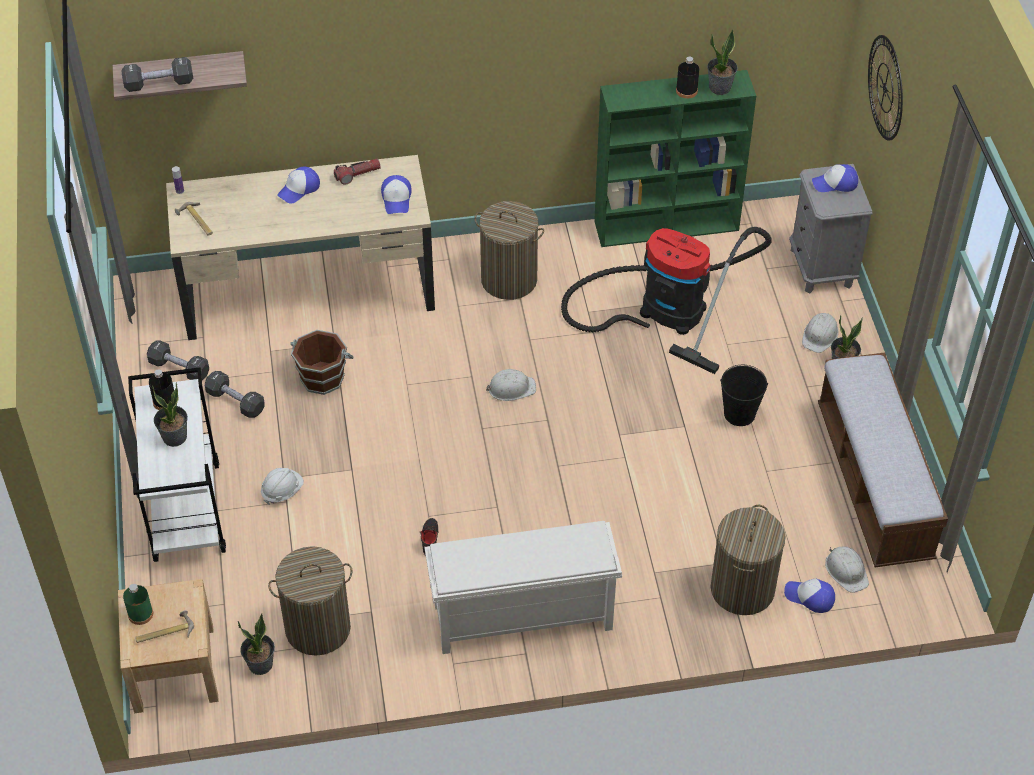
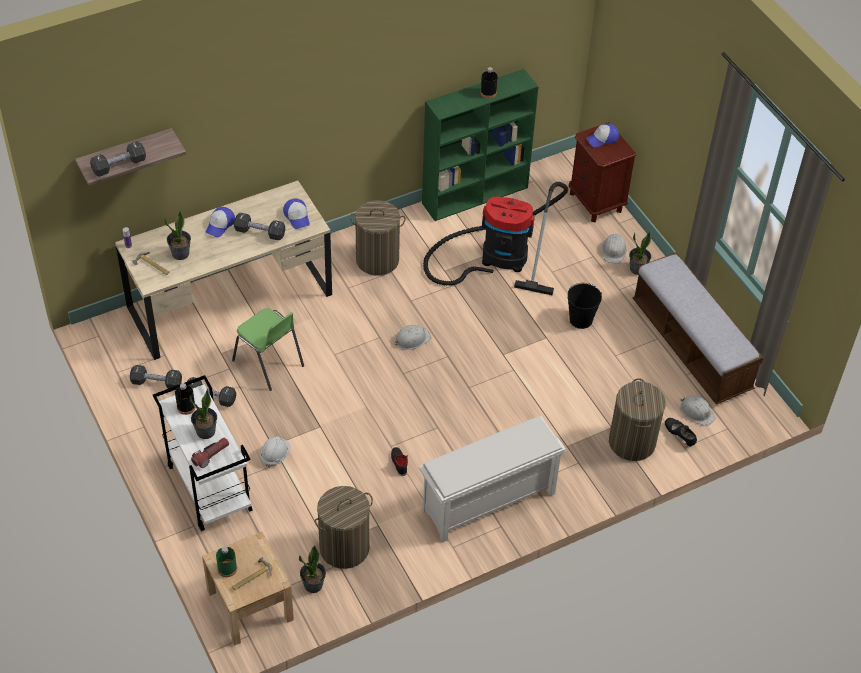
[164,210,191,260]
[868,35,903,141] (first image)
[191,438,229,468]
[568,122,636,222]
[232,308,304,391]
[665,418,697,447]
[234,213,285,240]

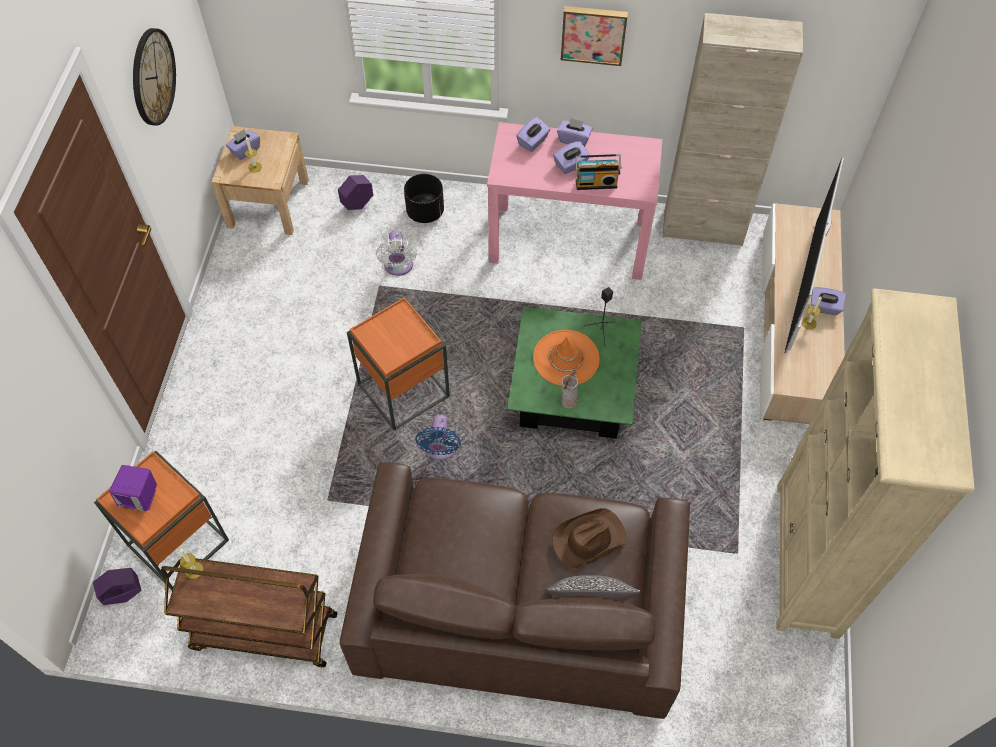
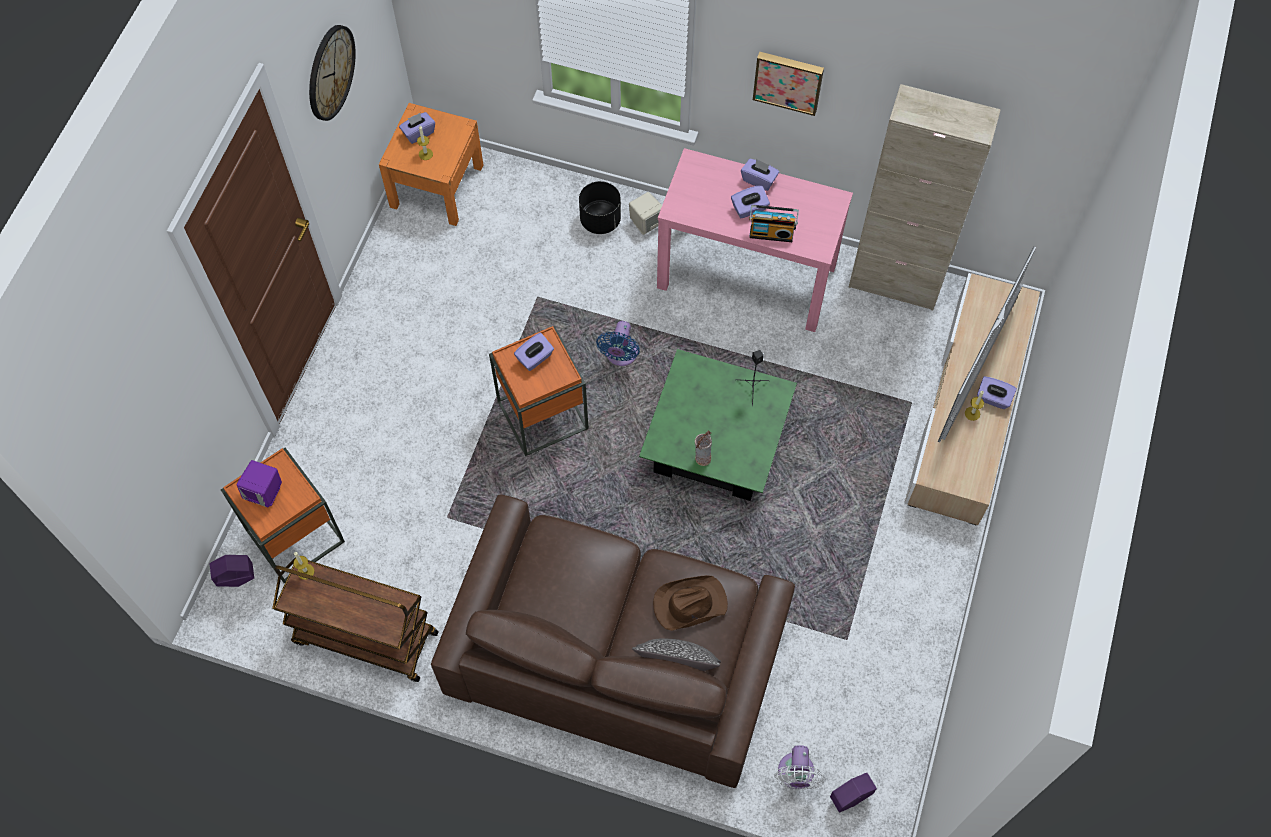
[514,333,554,371]
[379,103,483,226]
[830,773,877,813]
[774,745,826,789]
[776,288,975,639] (first image)
[533,330,600,386] (first image)
[596,321,640,366]
[629,192,662,235]

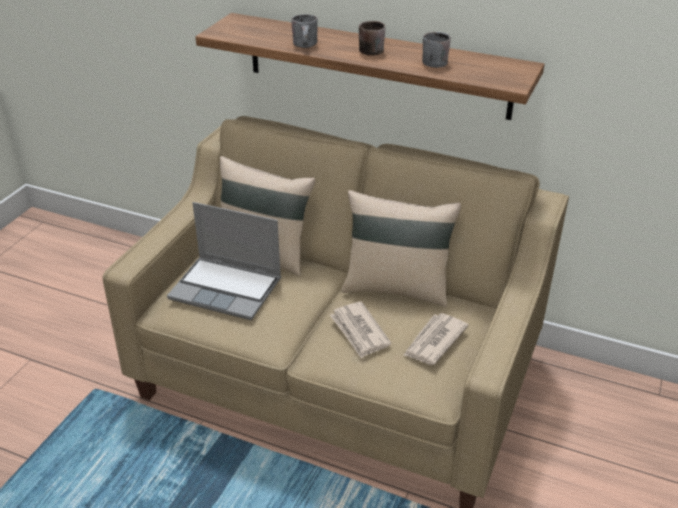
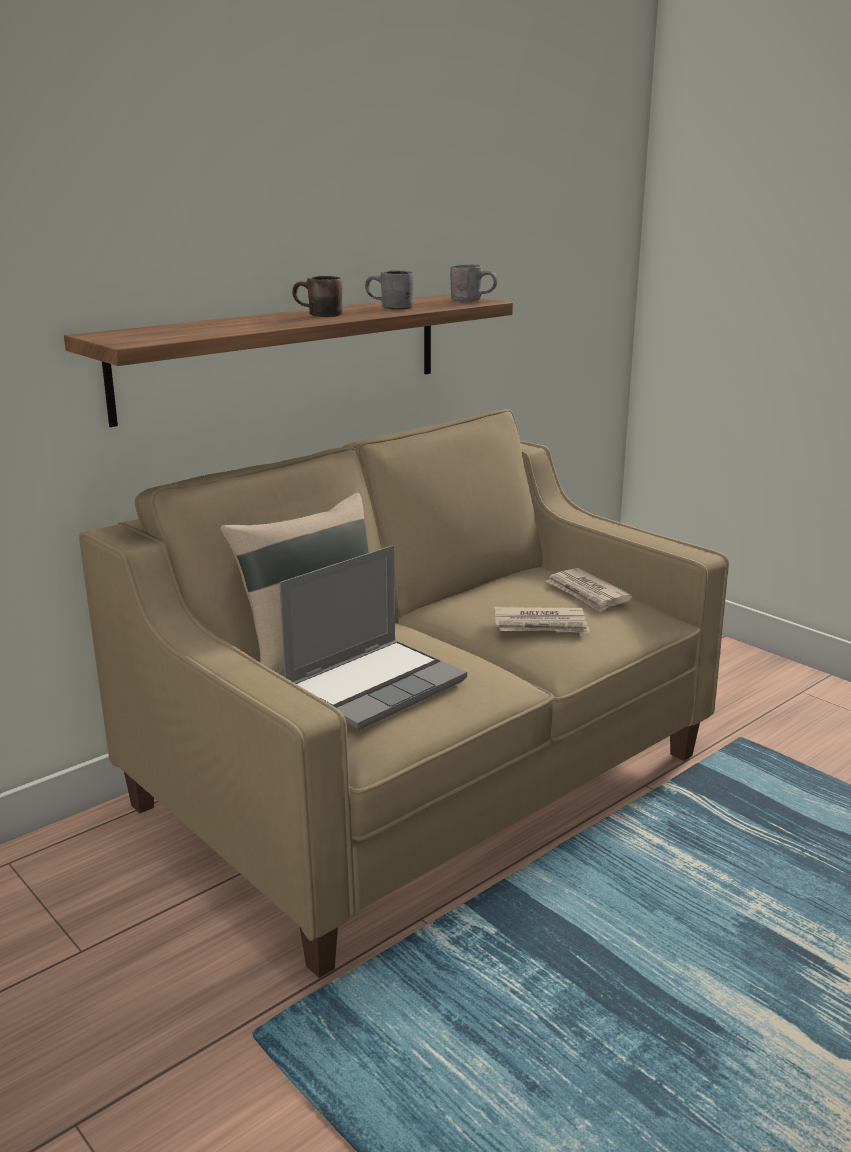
[450,265,498,301]
[341,190,461,307] (first image)

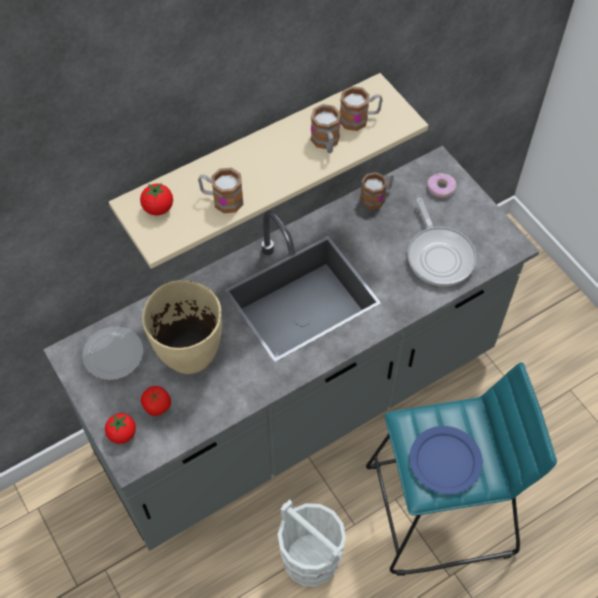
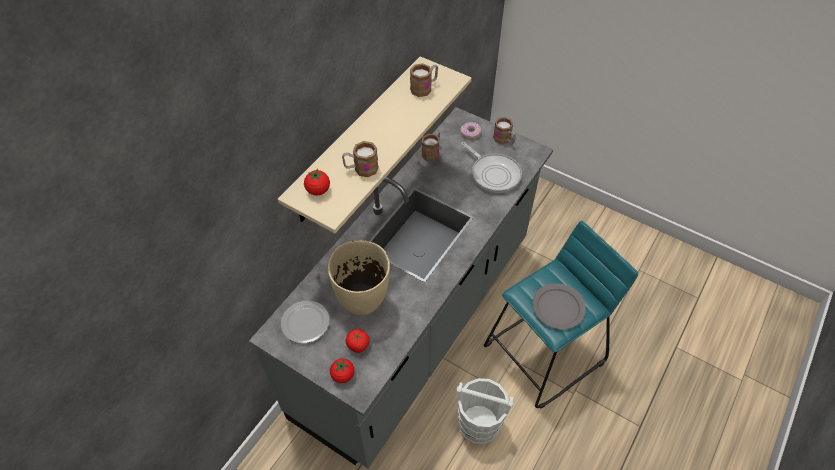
[493,117,516,145]
[532,283,586,329]

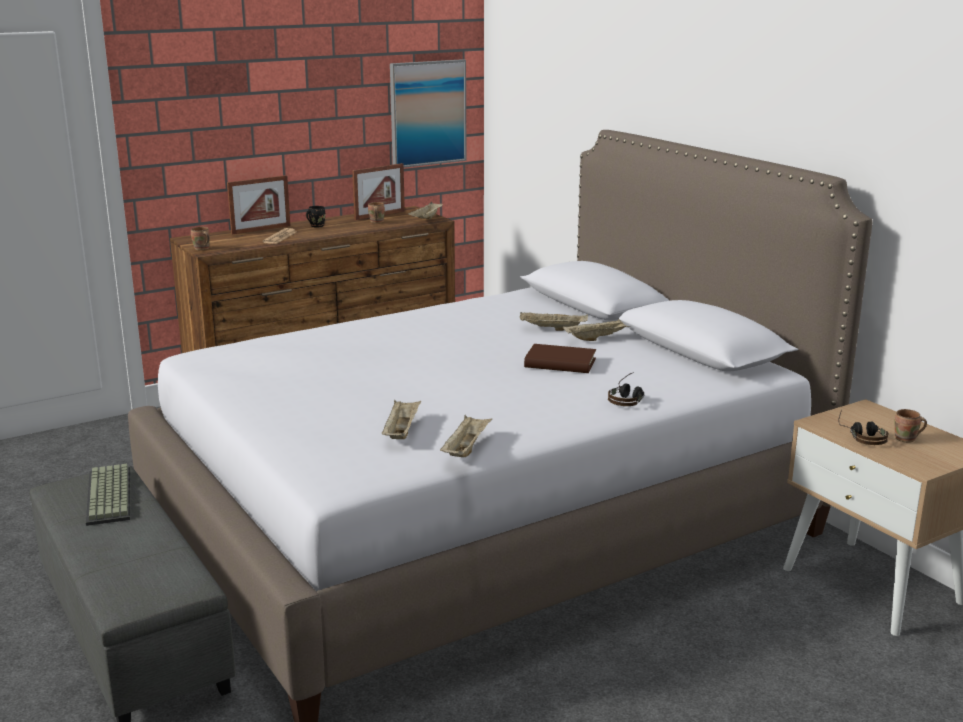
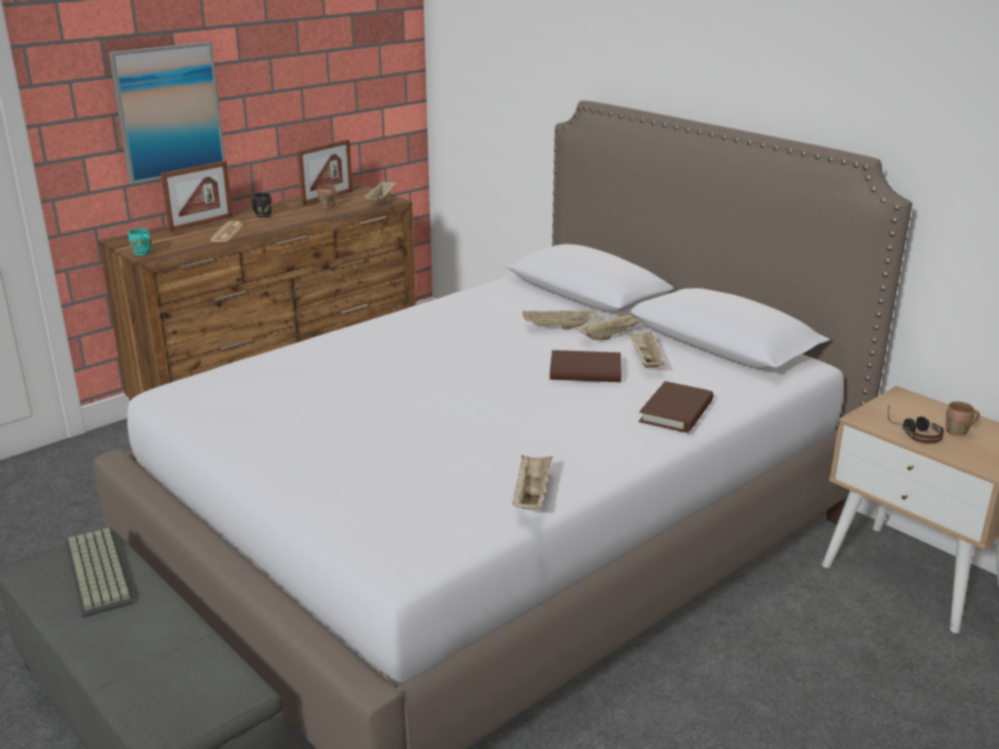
[109,42,225,184]
[128,228,152,256]
[639,381,713,433]
[629,331,665,368]

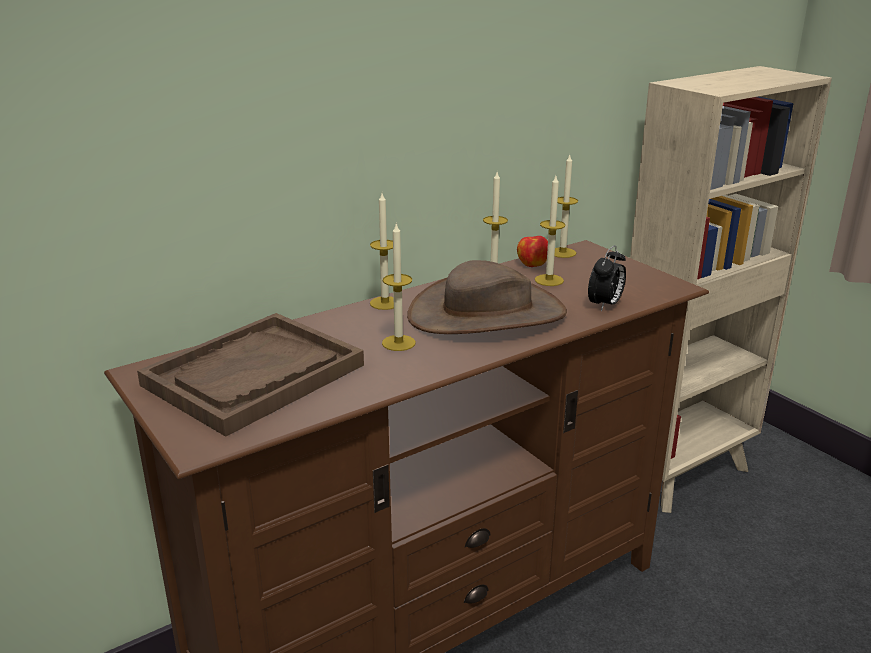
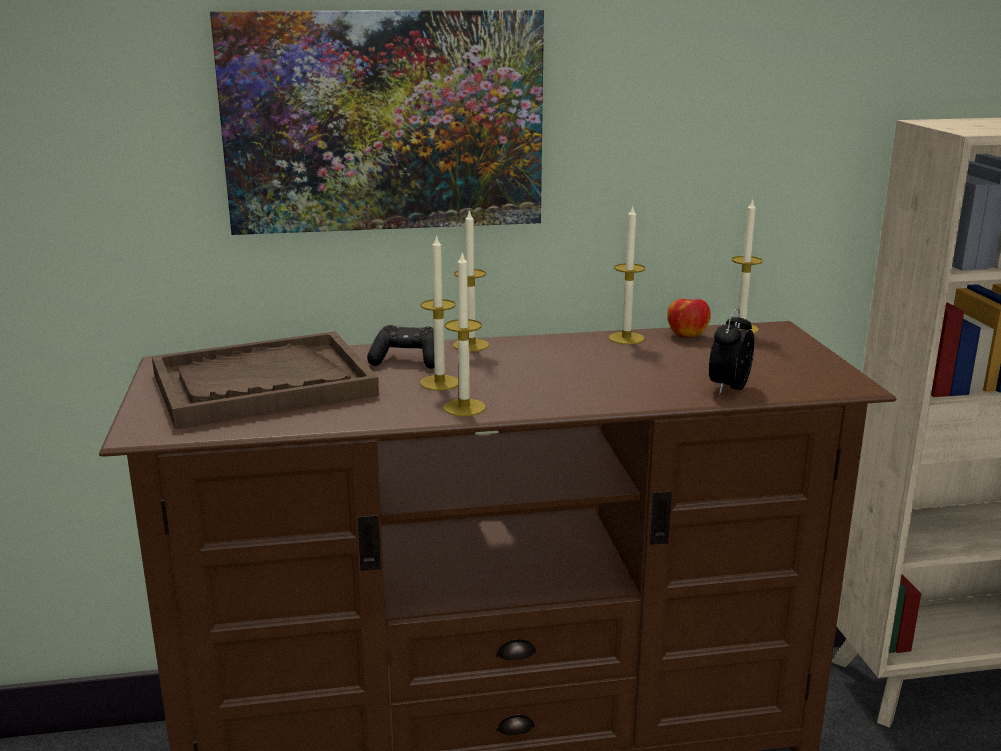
[443,251,486,416]
[709,308,754,395]
[407,260,567,334] (first image)
[210,10,544,235]
[367,325,434,368]

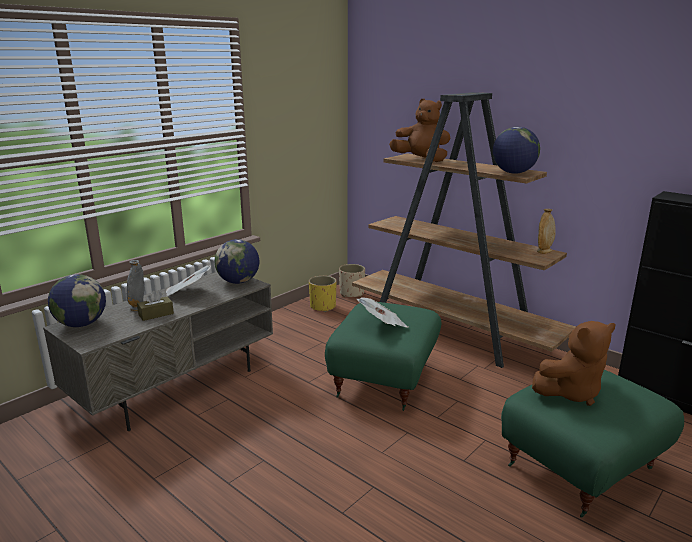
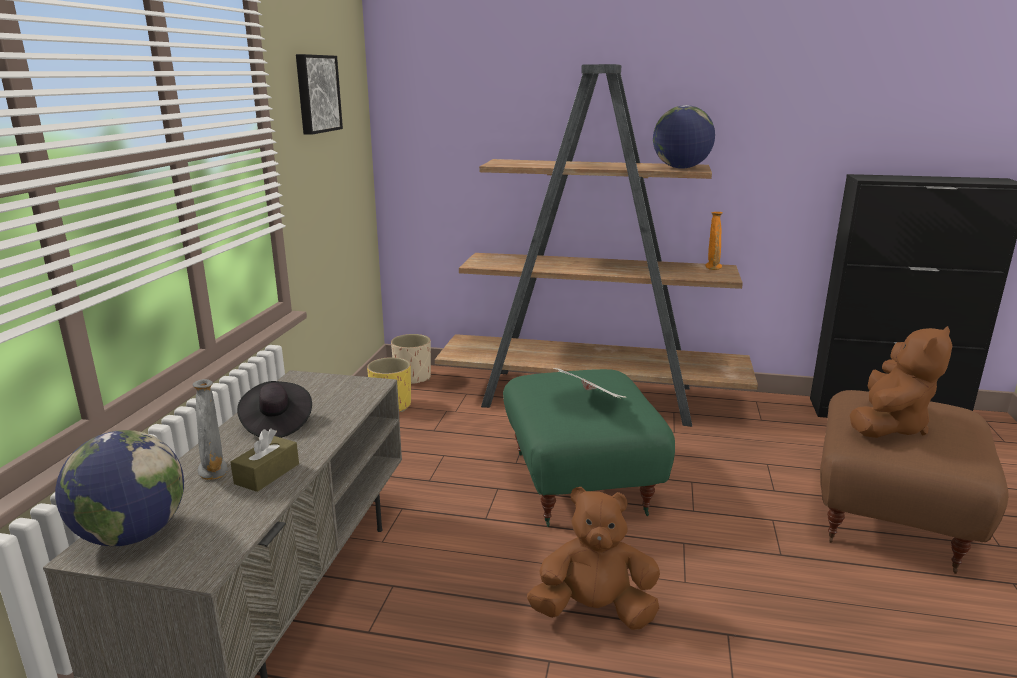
[527,487,660,630]
[705,212,723,270]
[215,239,259,284] (first image)
[237,381,312,438]
[820,390,1008,574]
[296,54,343,135]

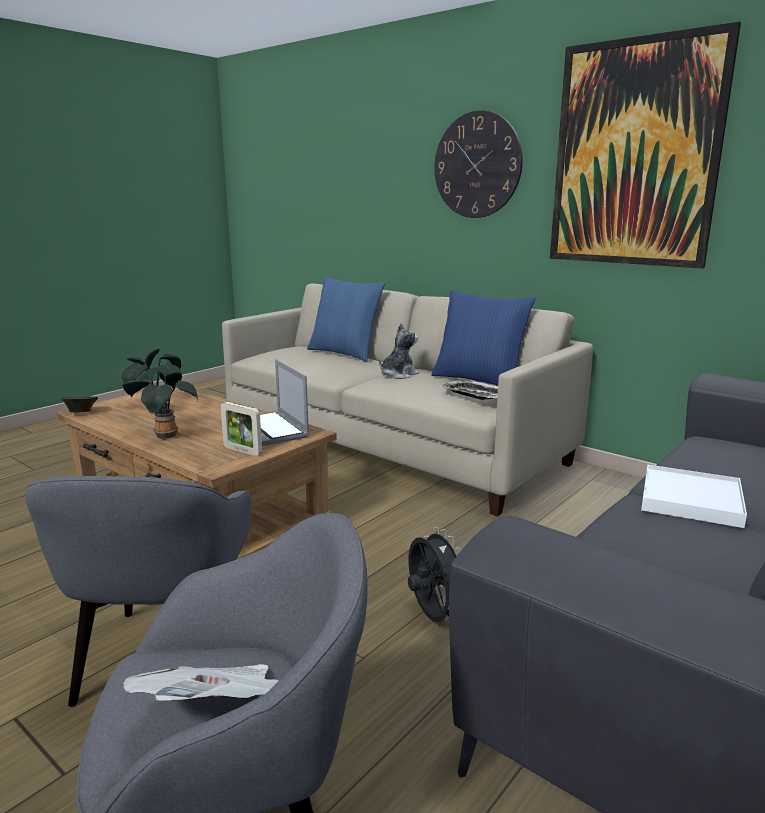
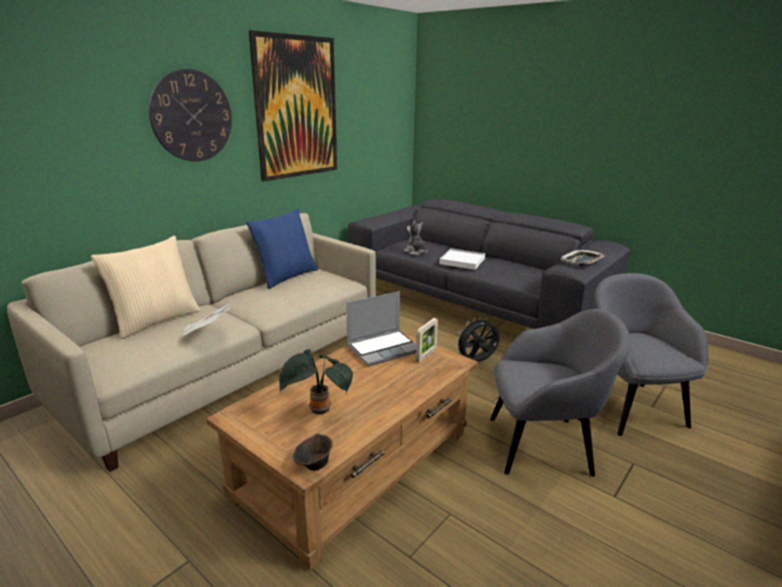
[91,236,201,339]
[404,220,430,255]
[122,367,198,440] (first image)
[560,250,605,266]
[180,304,230,338]

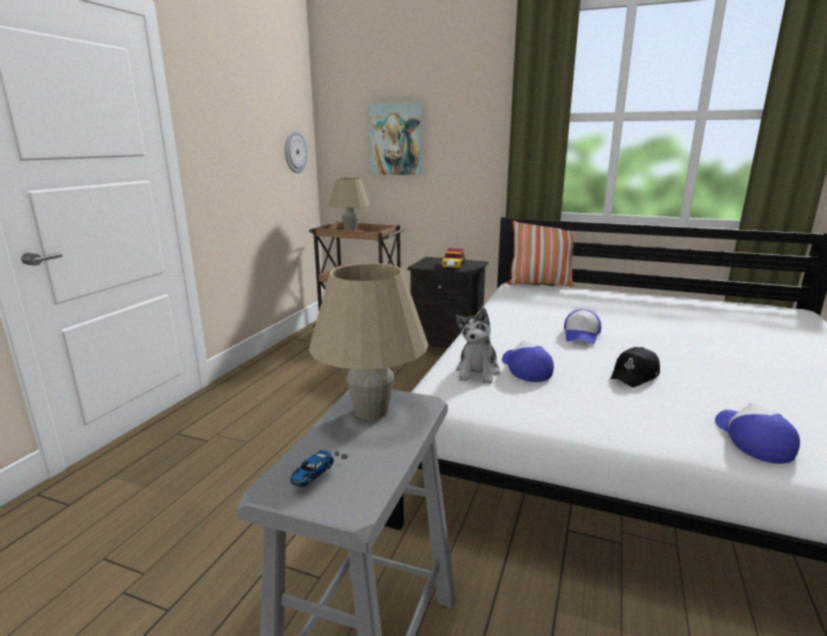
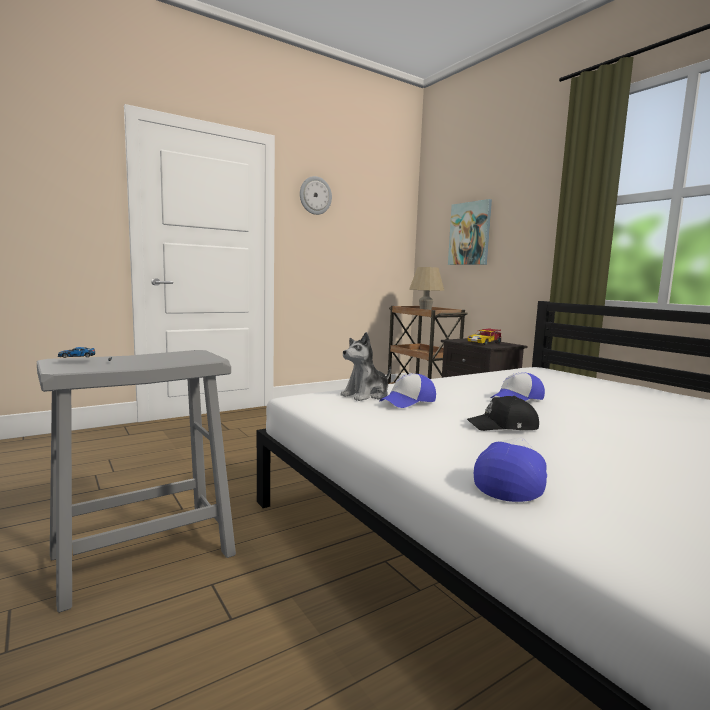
[300,176,332,215]
[508,220,575,286] (first image)
[309,263,429,420] (first image)
[379,374,436,408]

